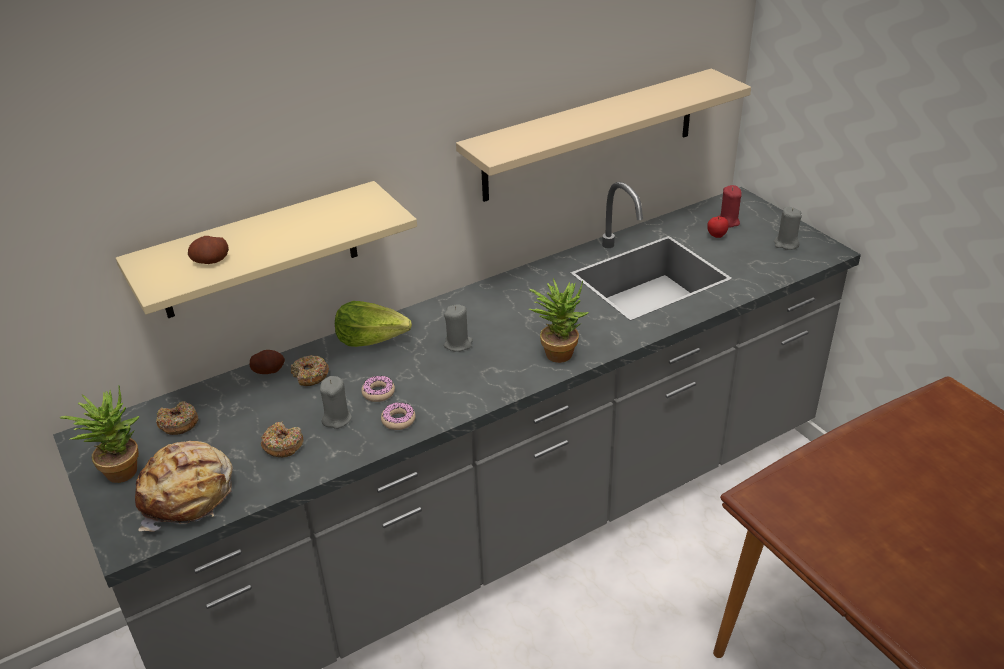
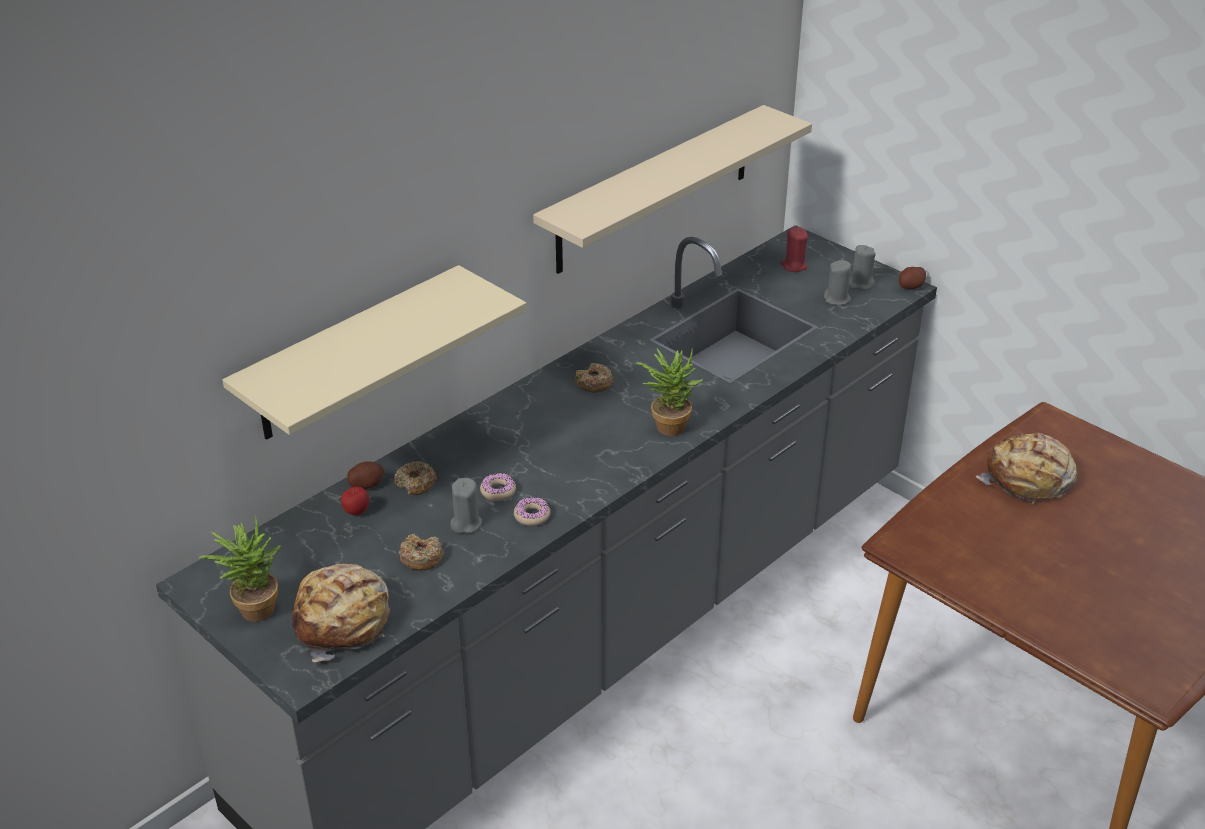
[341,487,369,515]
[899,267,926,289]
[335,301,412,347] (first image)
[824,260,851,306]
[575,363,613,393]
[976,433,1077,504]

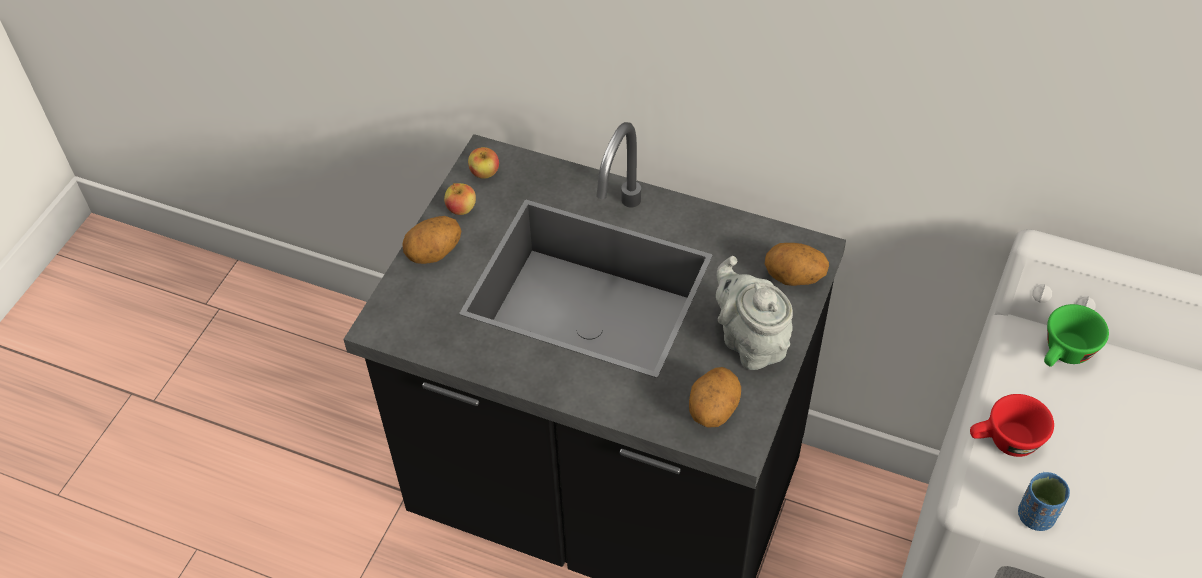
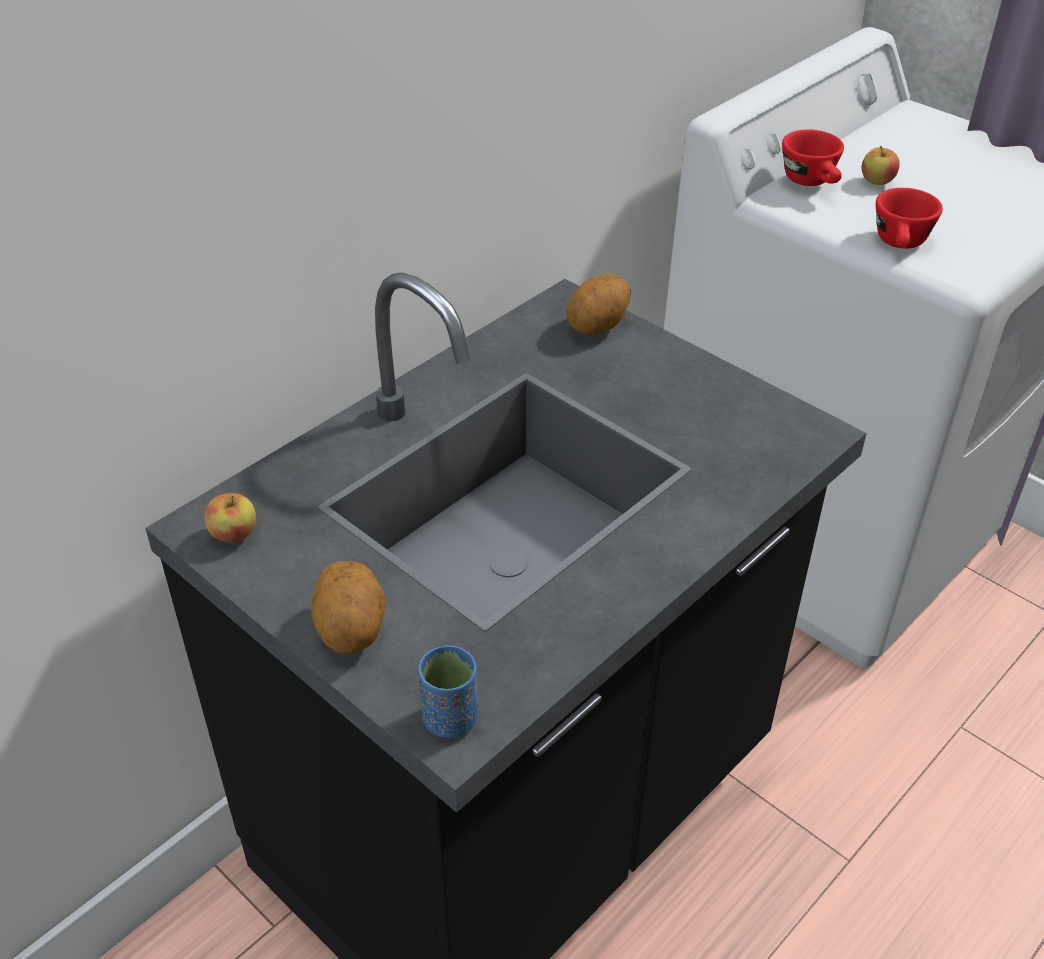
[862,146,900,185]
[716,256,793,370] (first image)
[782,129,844,186]
[689,367,741,428] (first image)
[418,645,478,738]

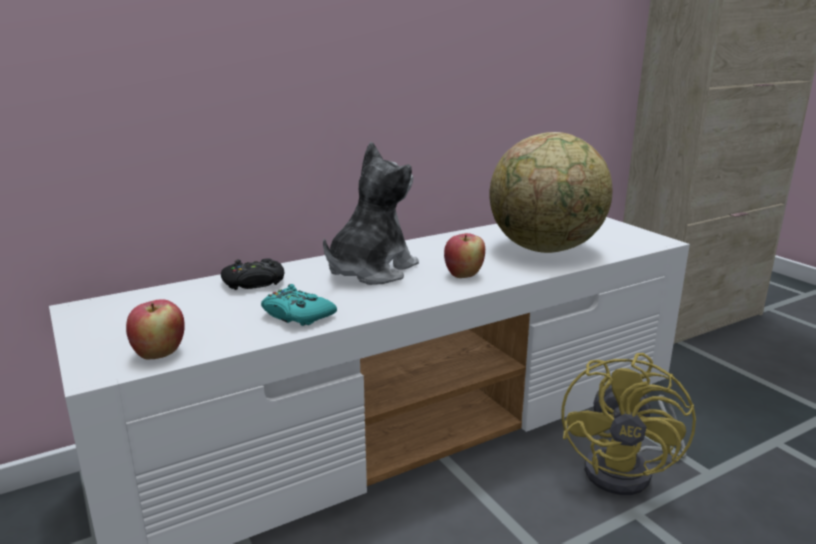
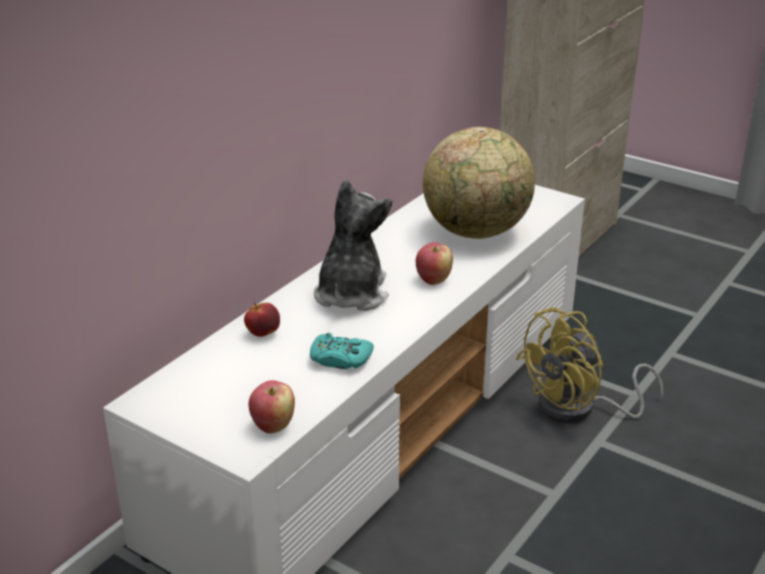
[244,302,280,337]
[516,307,663,423]

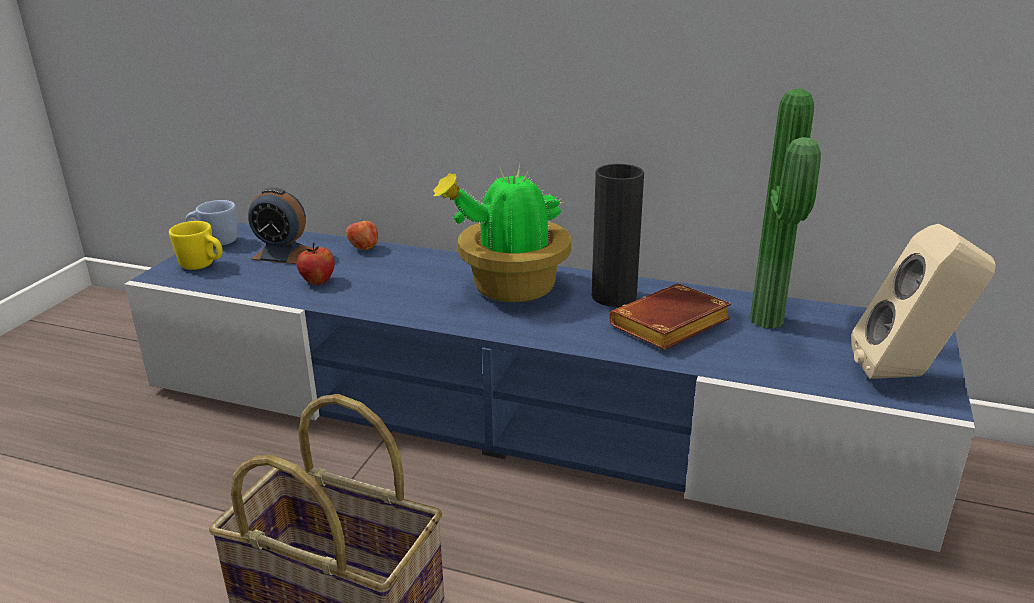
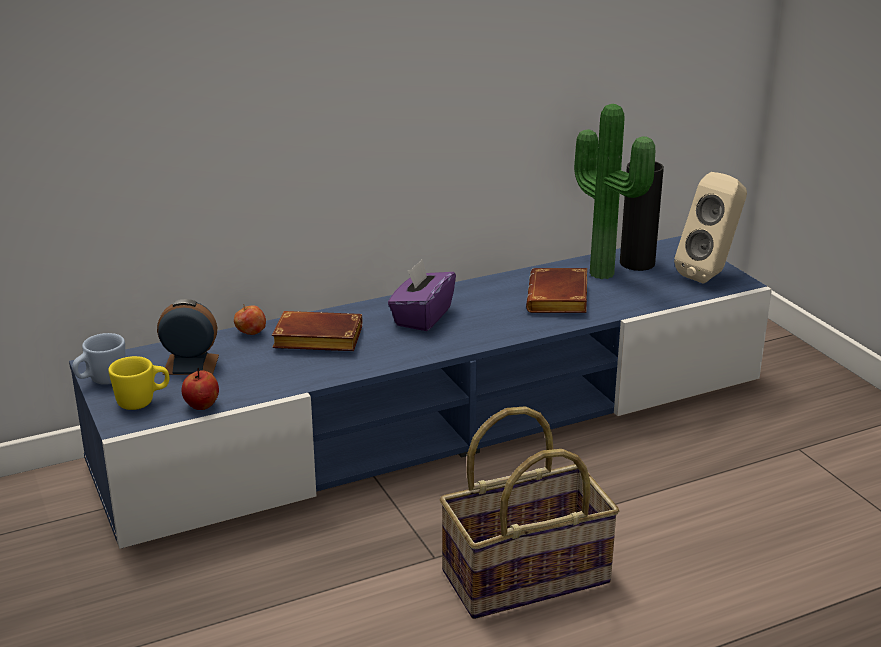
[388,259,456,331]
[620,162,664,271]
[157,299,219,375]
[181,368,219,410]
[272,311,362,351]

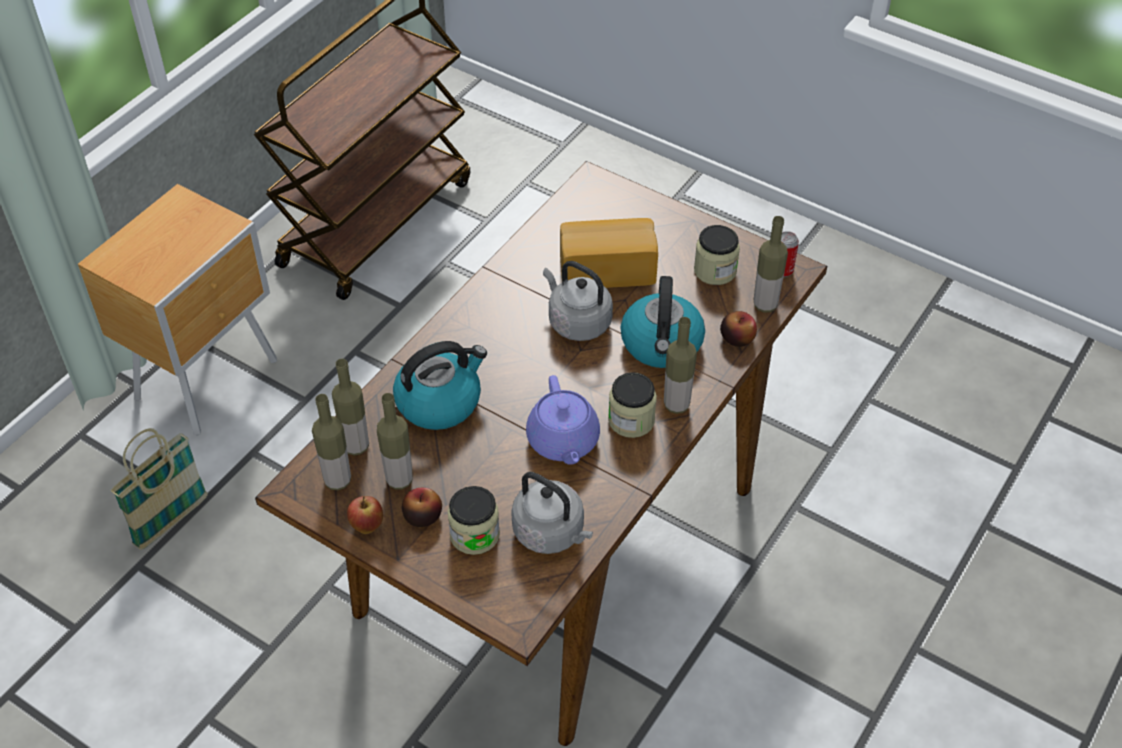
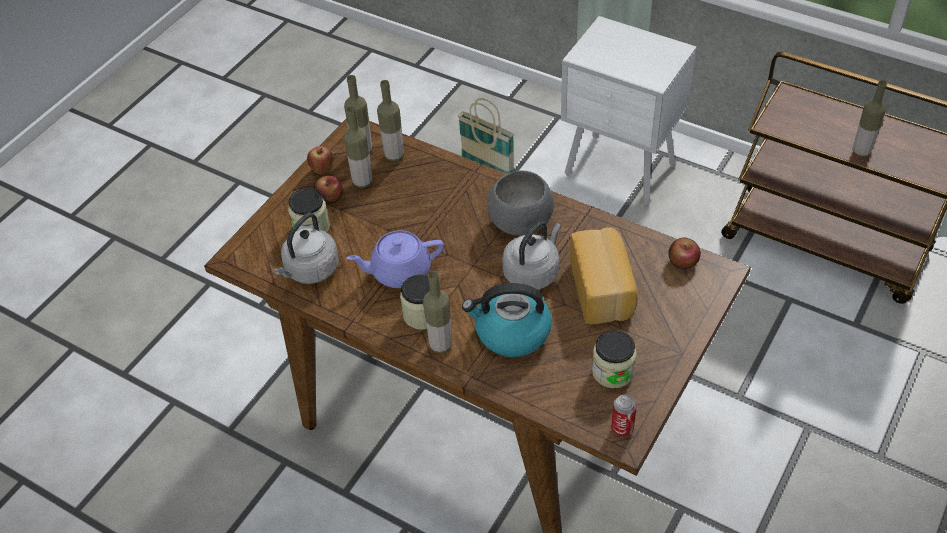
[561,16,697,206]
[852,80,887,157]
[669,238,701,269]
[393,341,487,430] (first image)
[487,171,554,236]

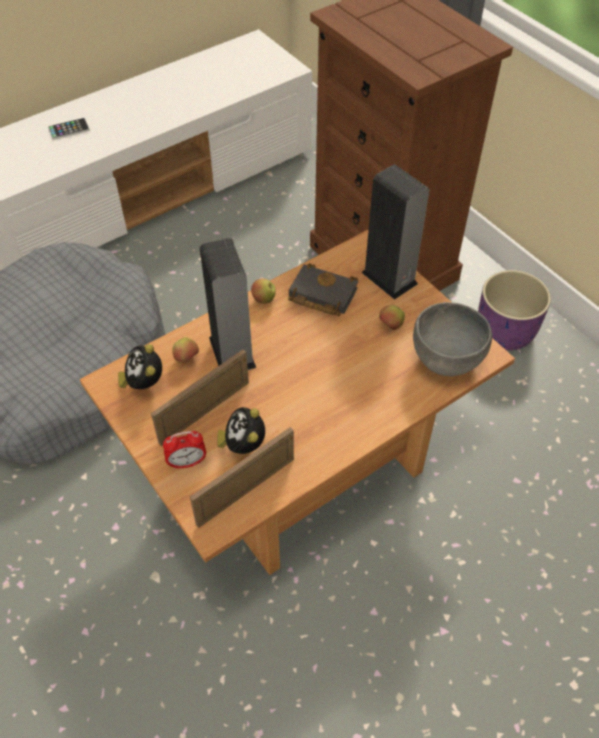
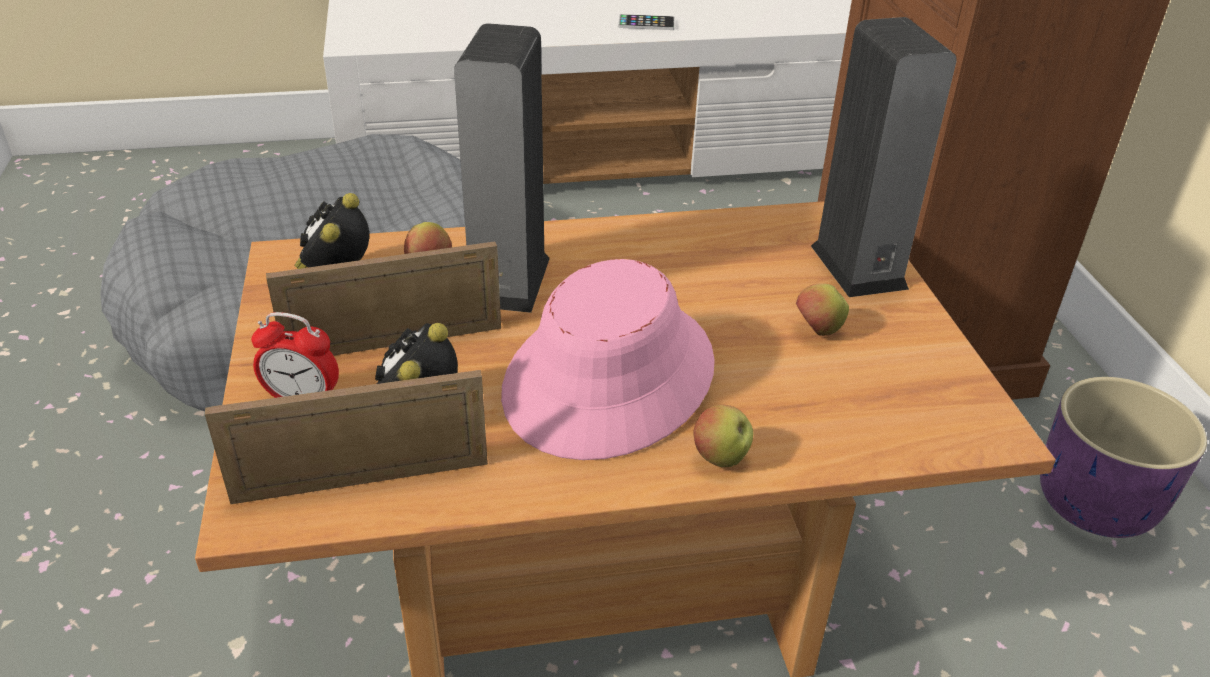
[618,14,675,30]
[288,263,358,316] (first image)
[693,405,753,467]
[413,302,492,376] (first image)
[501,259,715,460]

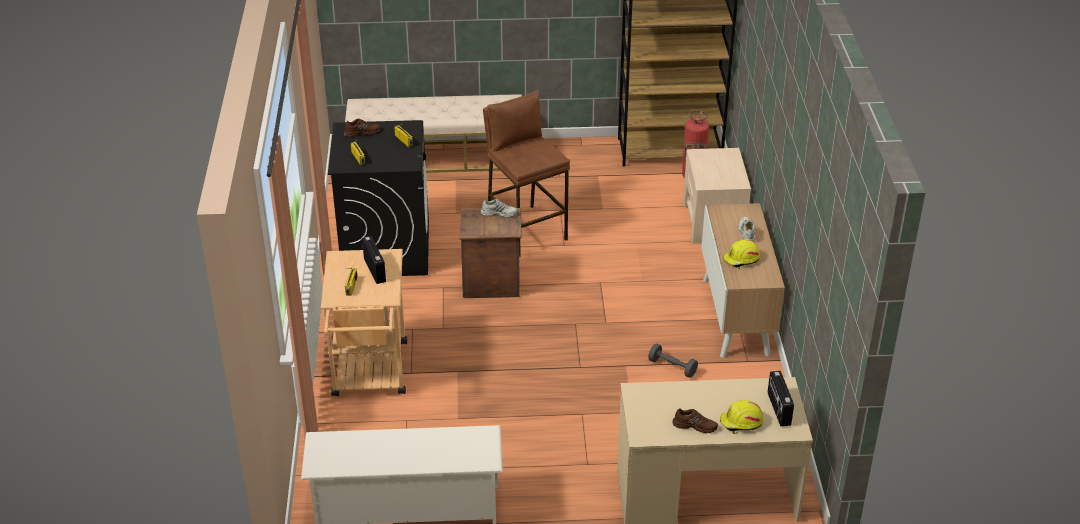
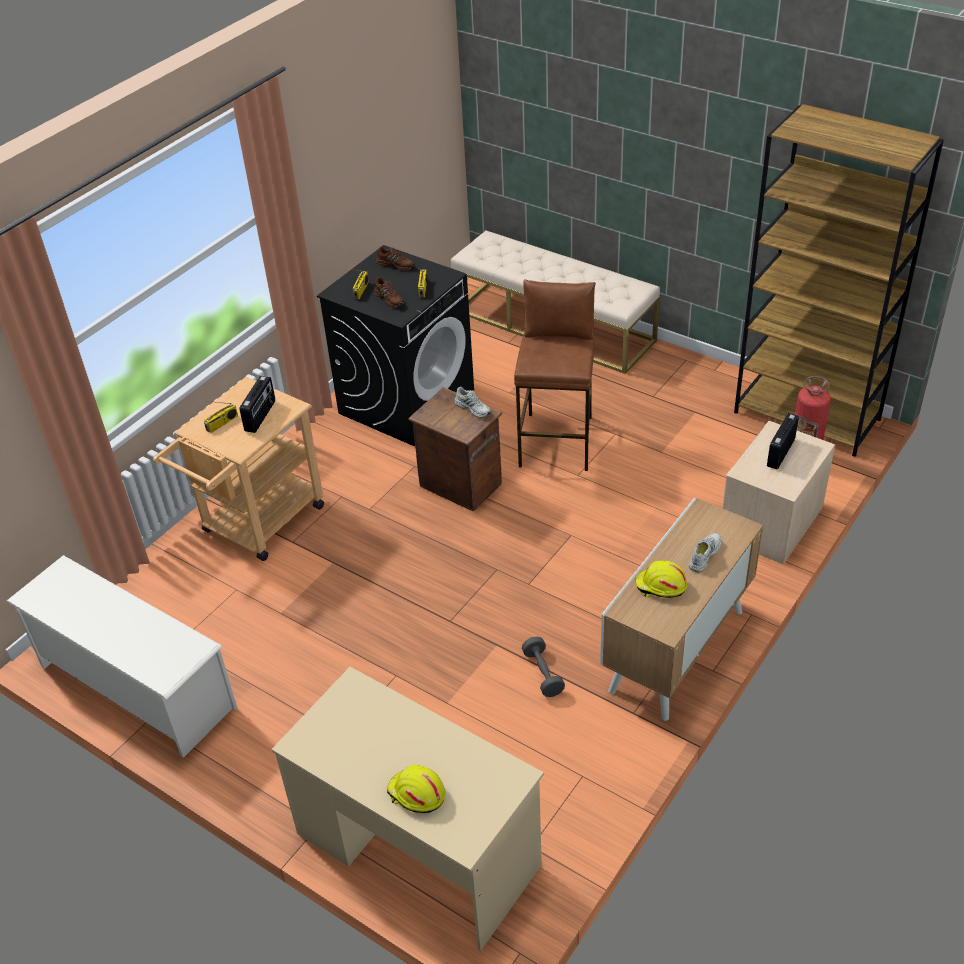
[767,413,799,470]
[374,277,404,308]

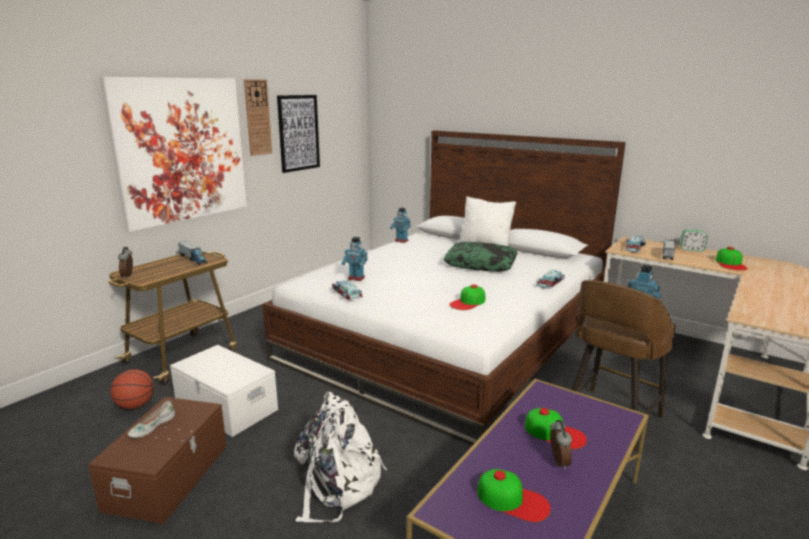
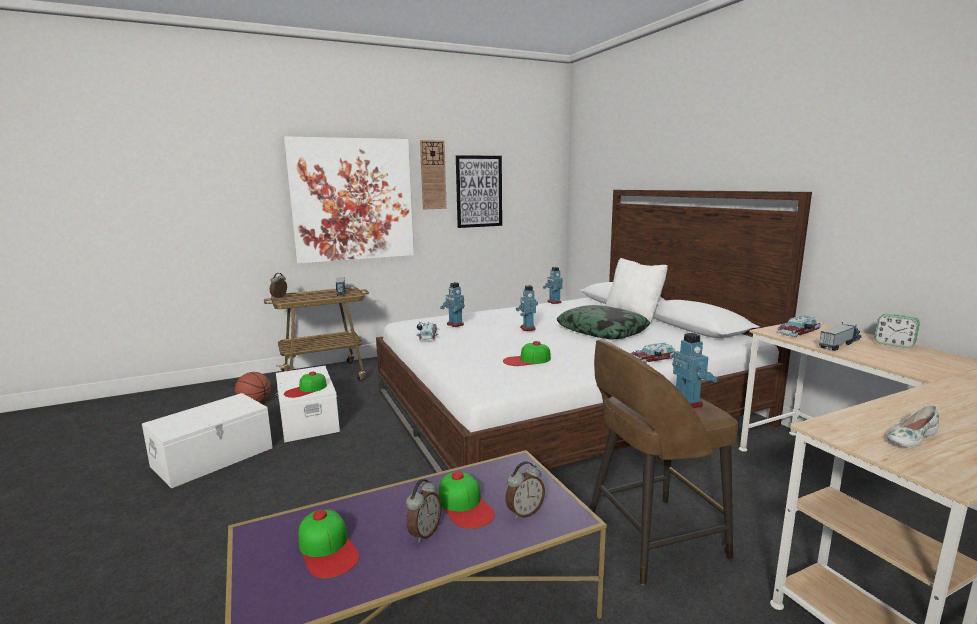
[284,372,327,398]
[294,391,387,522] (first image)
[142,393,273,488]
[886,405,940,447]
[516,285,538,331]
[505,461,545,519]

